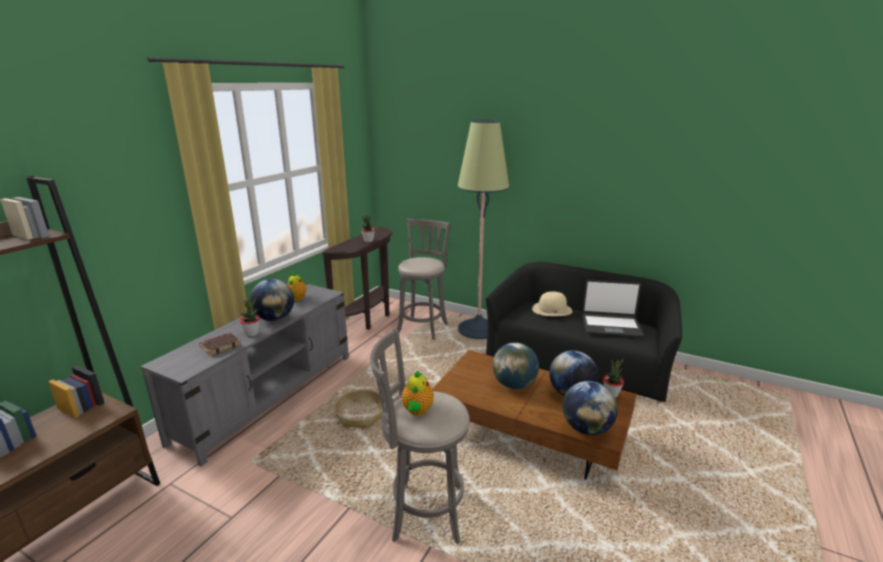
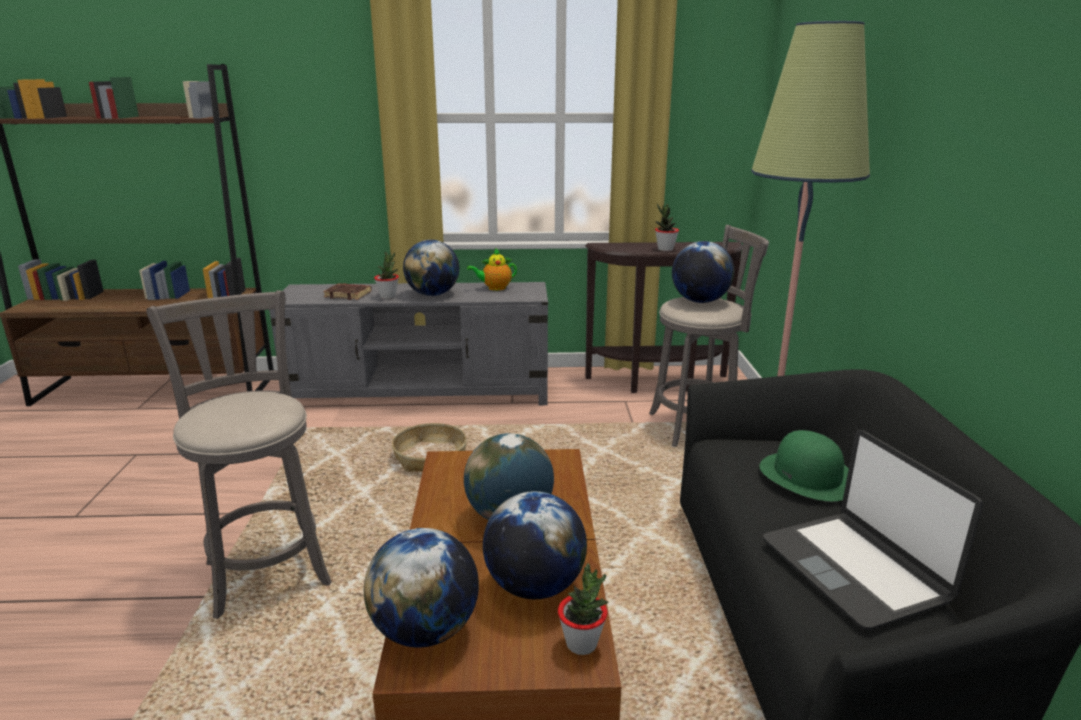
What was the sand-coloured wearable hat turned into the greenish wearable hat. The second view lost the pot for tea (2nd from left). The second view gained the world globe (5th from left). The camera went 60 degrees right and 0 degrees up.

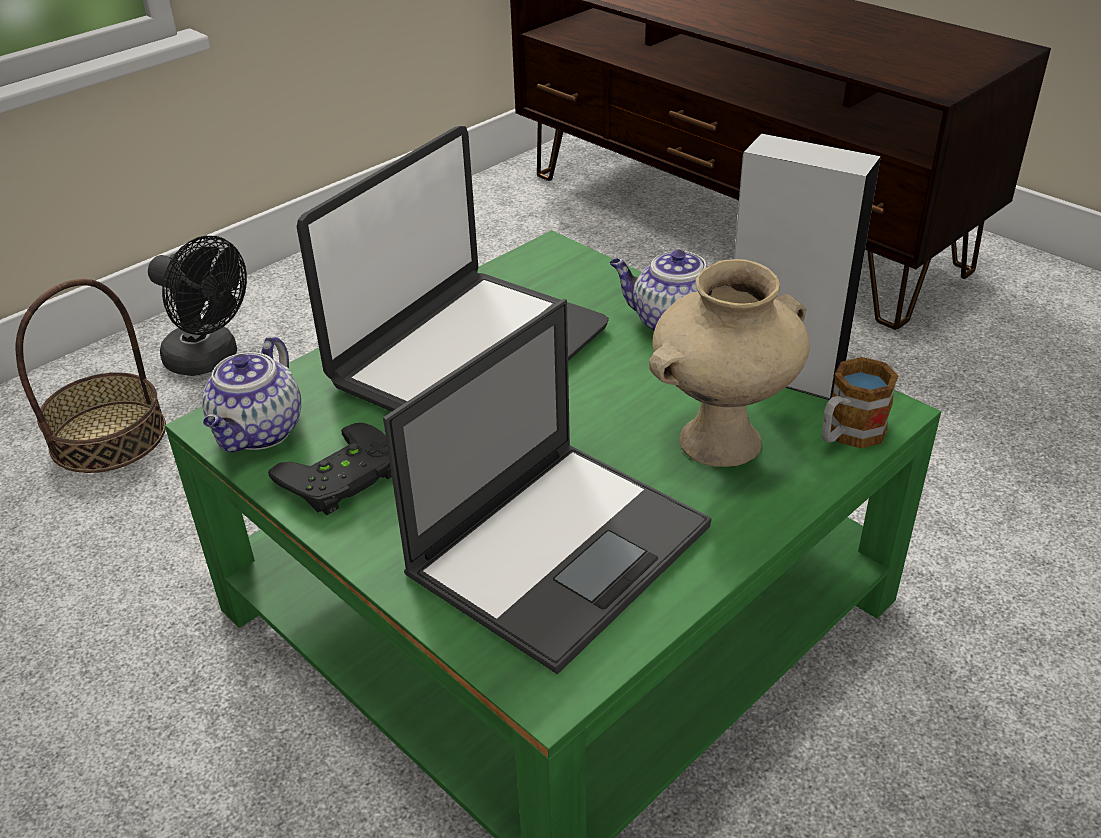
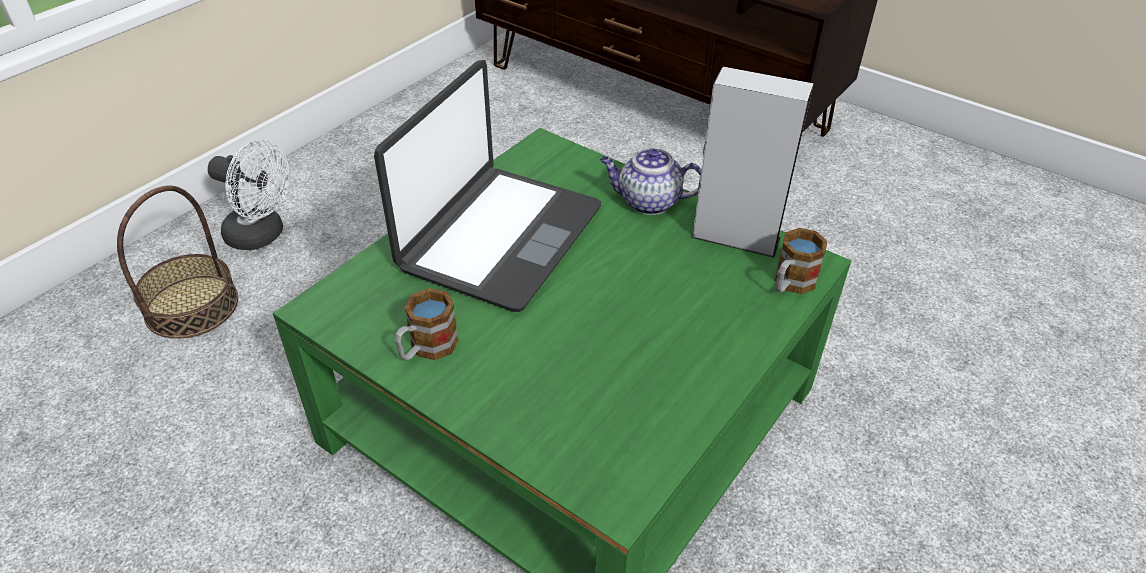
What was the black fan turned into the white fan. The second view lost the sand-coloured decorative vase. The second view lost the laptop (2nd from left). The second view lost the pot for tea (1st from left). Where the black joypad stood, the tea mug (1st from left) came to stand. The camera went 10 degrees left and 5 degrees up.

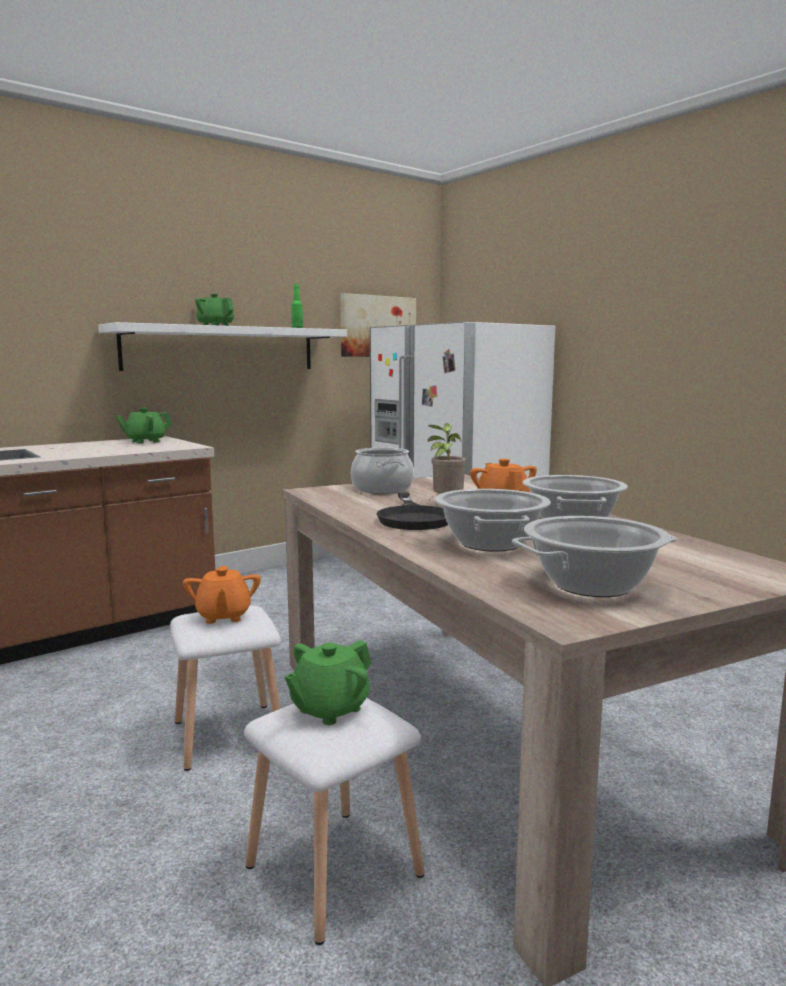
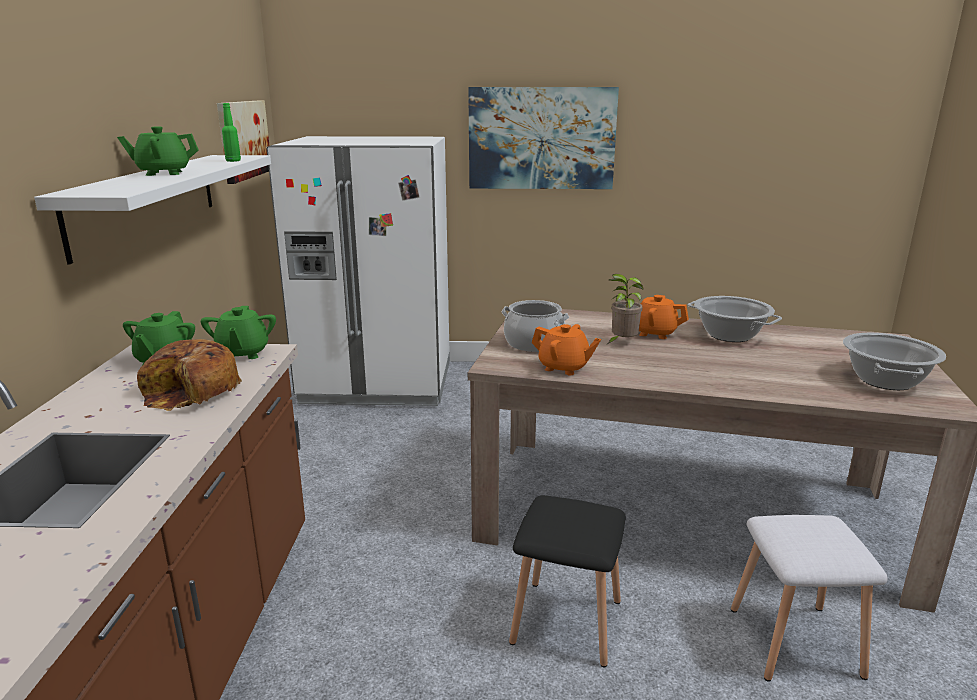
The second view lost the saucepot (2nd from left). The second view lost the black frying pan. The orangey pot for tea (1st from left) ended up elsewhere. What was the white stool seat (1st from left) turned into the black stool seat. The greenish pot for tea (3rd from left) ended up elsewhere. The second view gained the picture (2nd from left). The second view gained the bakery bread. The camera went 50 degrees left and 10 degrees up.

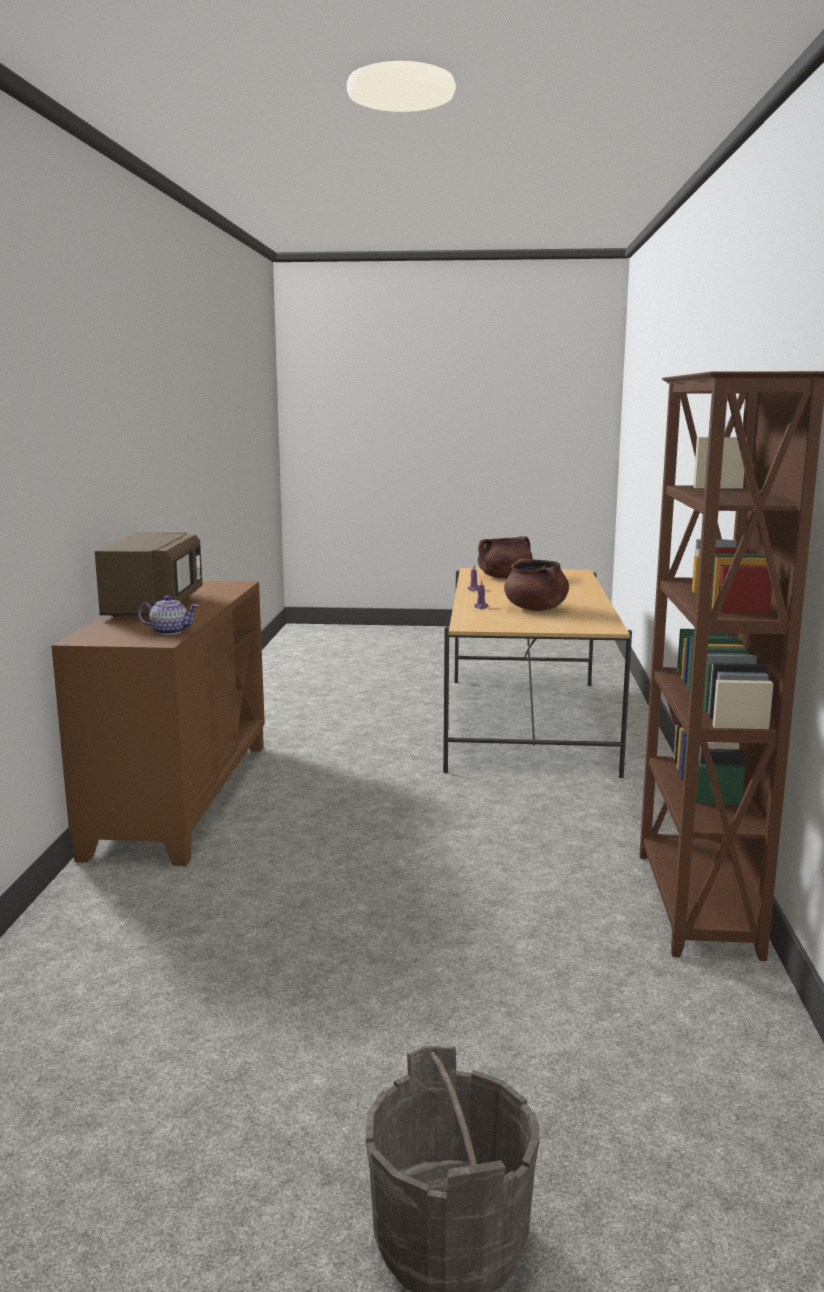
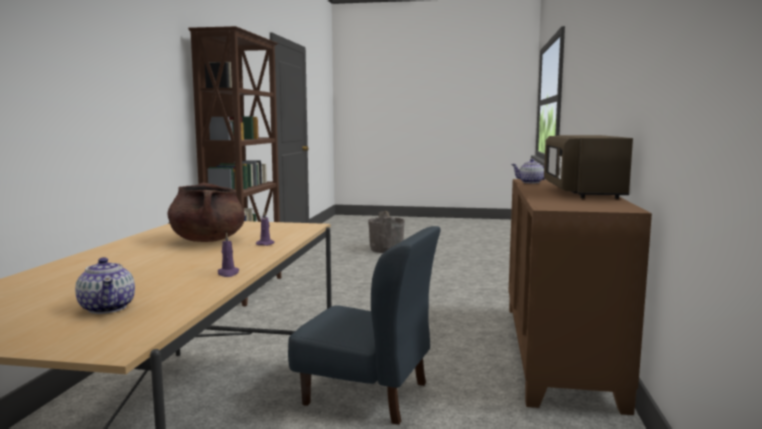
Where the brownish saucepot (1st from left) stood, the pot for tea (1st from left) came to stand. The second view gained the bluish upright chair. The camera went 175 degrees left and 5 degrees down.

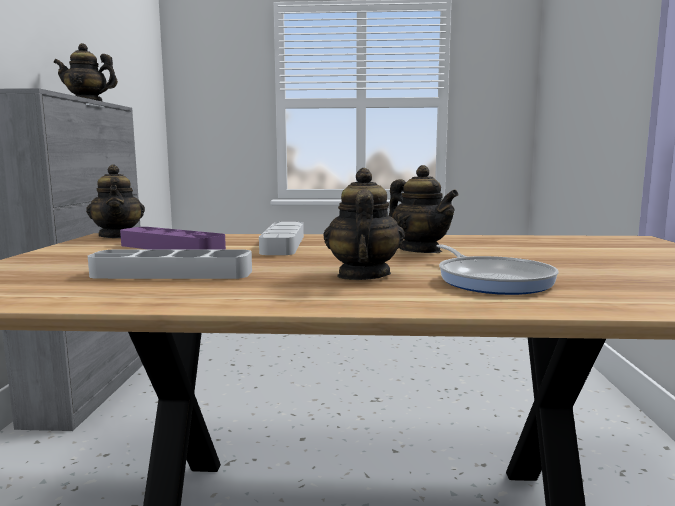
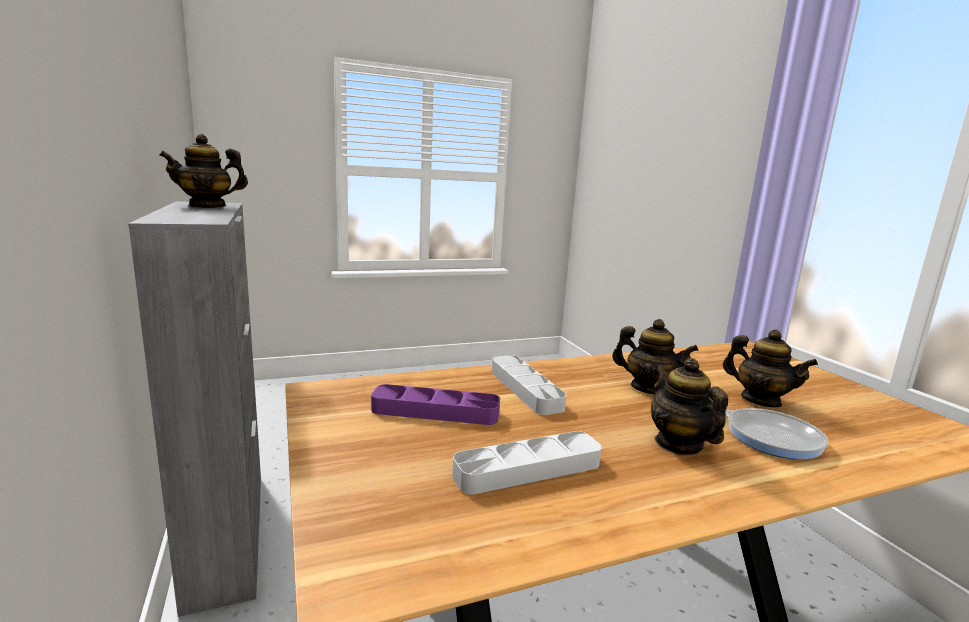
The pot for tea (2nd from left in the first image) ended up elsewhere. The camera went 25 degrees left and 5 degrees up.

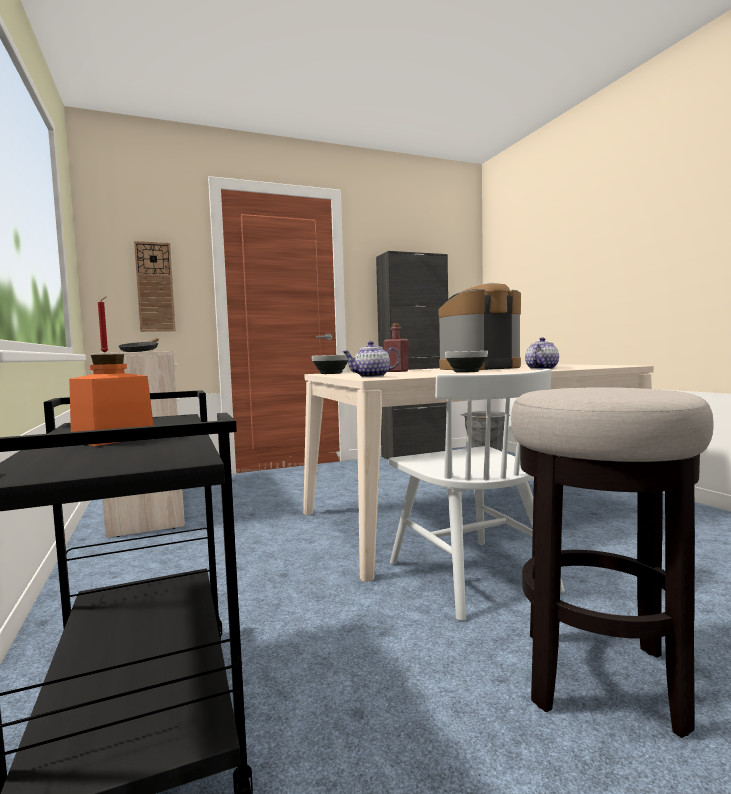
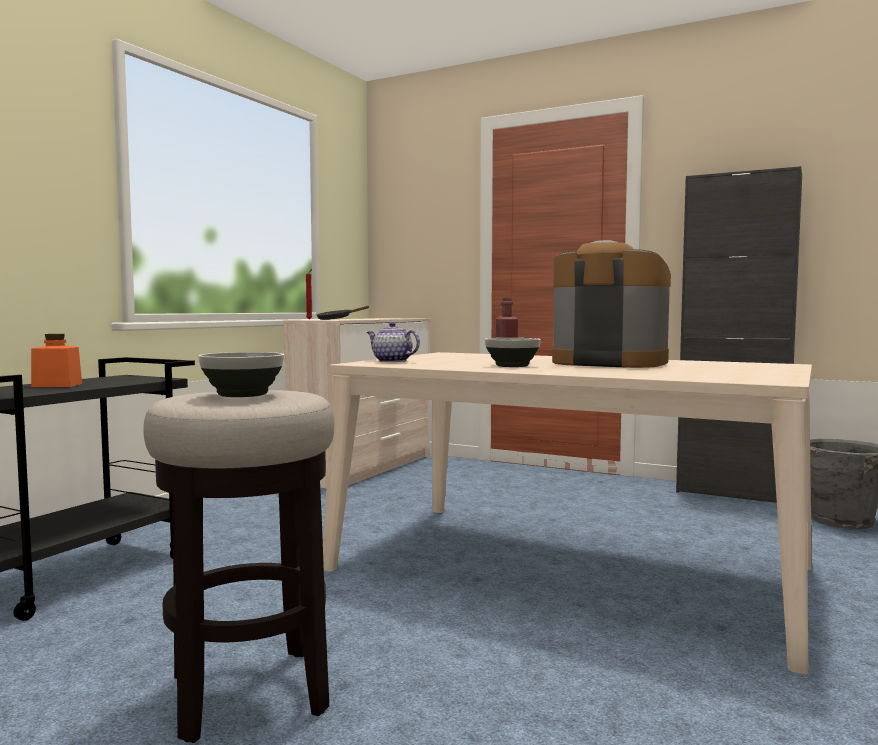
The second view lost the wall clock. The second view lost the pot for tea (2nd from left). The bowl (1st from left) ended up elsewhere. The second view lost the white upright chair. The camera went 50 degrees right and 0 degrees up.

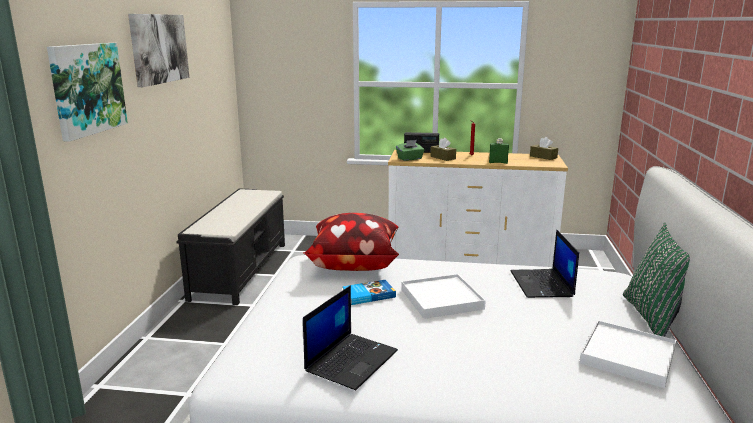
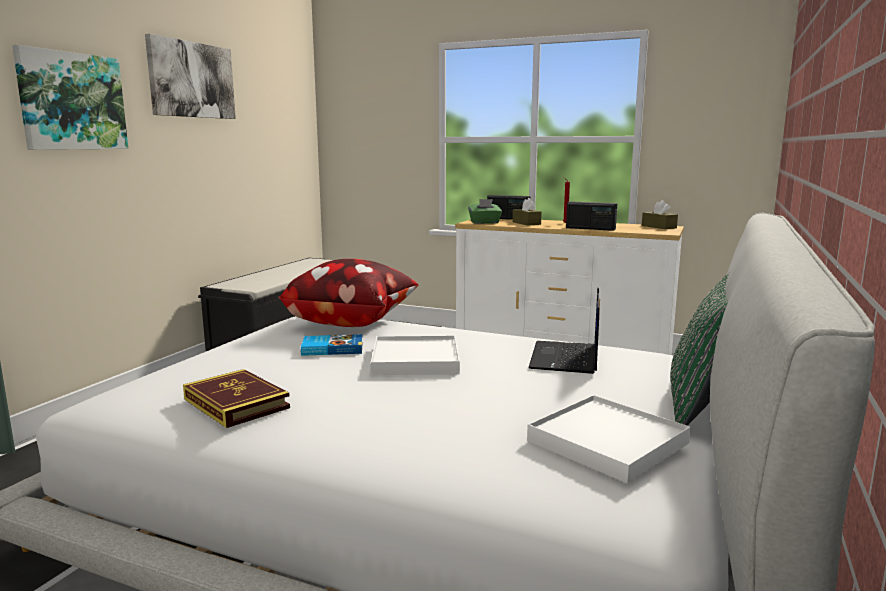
Where the greenish bottle stood, the radio receiver (2nd from left) came to stand. Where the laptop (1st from left) stood, the volume (1st from left) came to stand. The camera went 15 degrees right and 5 degrees down.

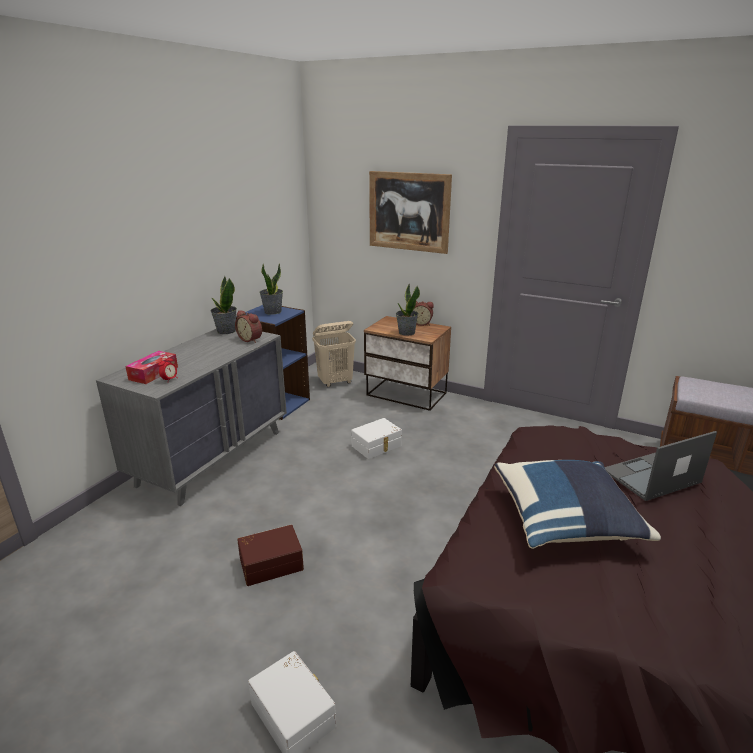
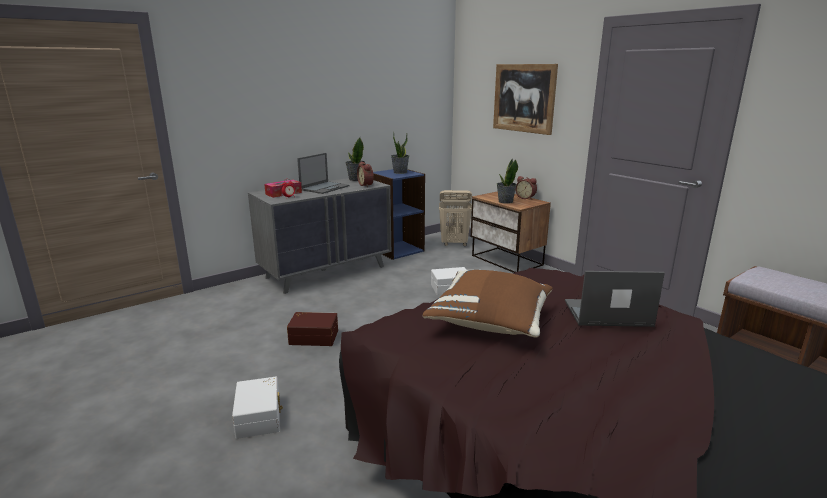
What was the bluish cushion turned into the brownish cushion. The second view gained the laptop (1st from left). The camera went 25 degrees right and 5 degrees down.

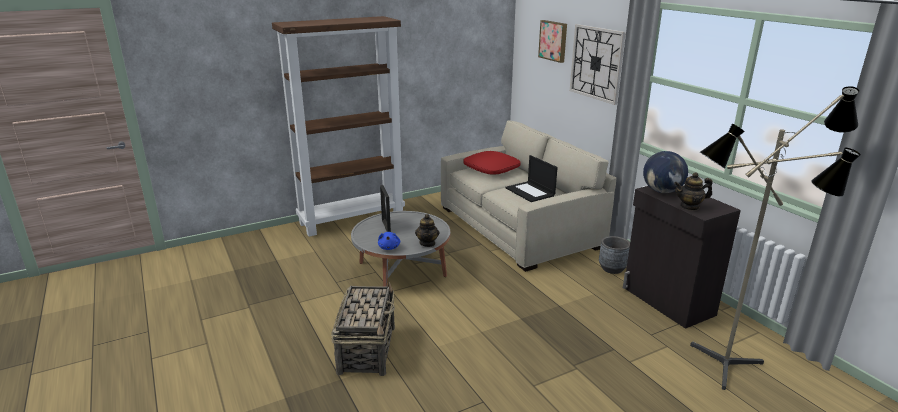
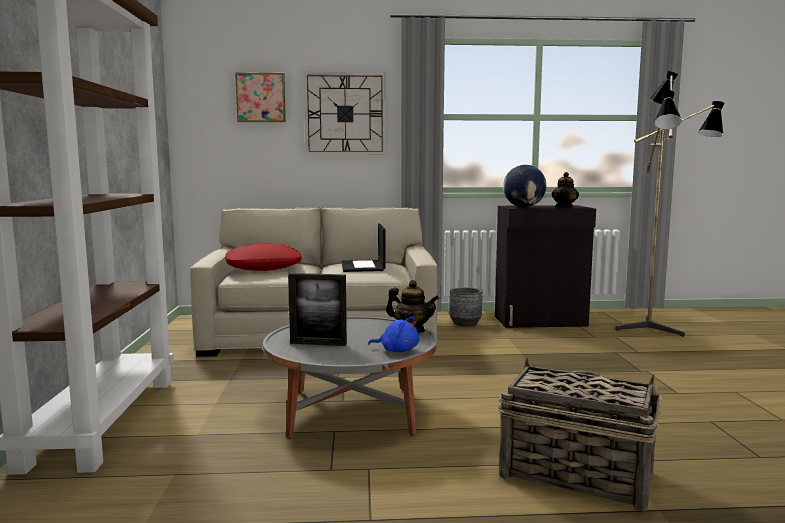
The laptop ended up facing another way, 90 degrees clockwise from before. The camera went 65 degrees left and 15 degrees down.

